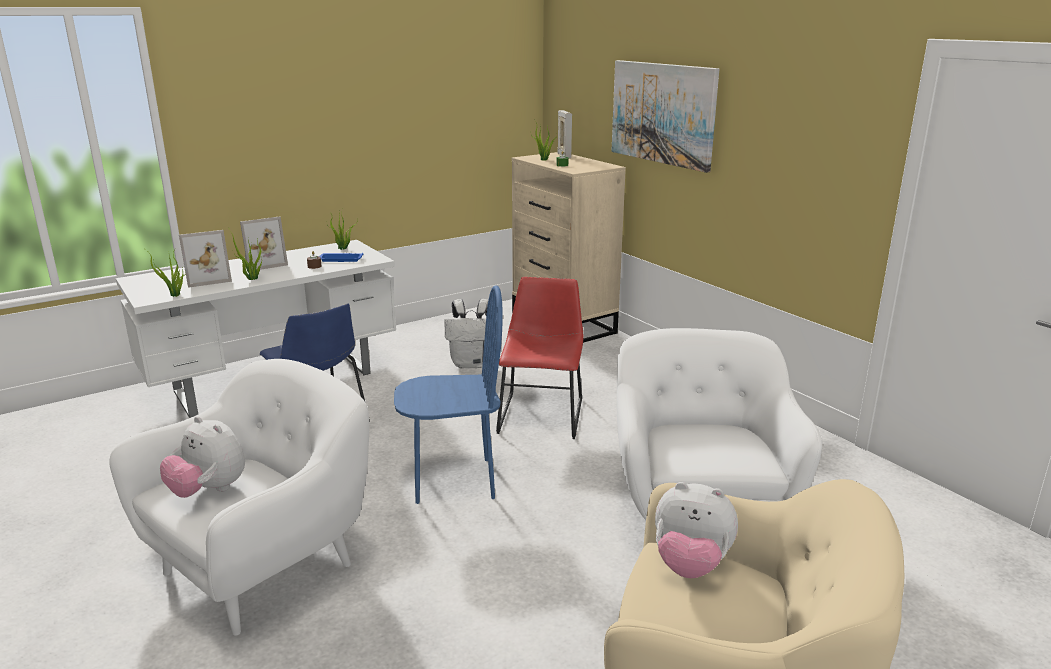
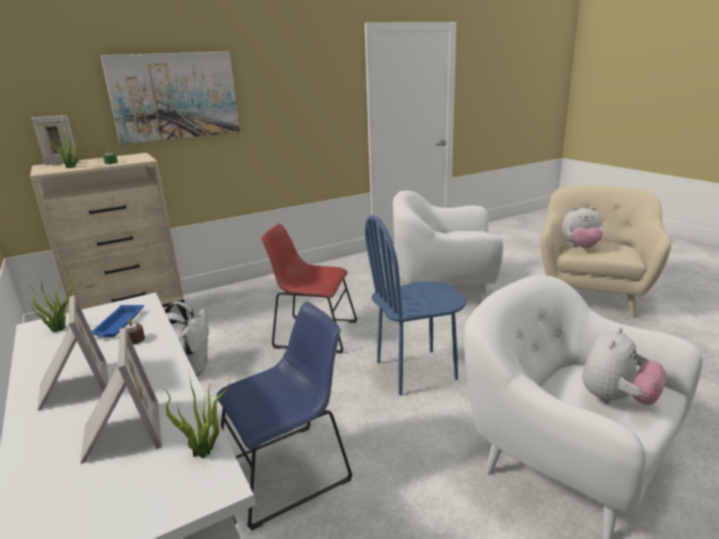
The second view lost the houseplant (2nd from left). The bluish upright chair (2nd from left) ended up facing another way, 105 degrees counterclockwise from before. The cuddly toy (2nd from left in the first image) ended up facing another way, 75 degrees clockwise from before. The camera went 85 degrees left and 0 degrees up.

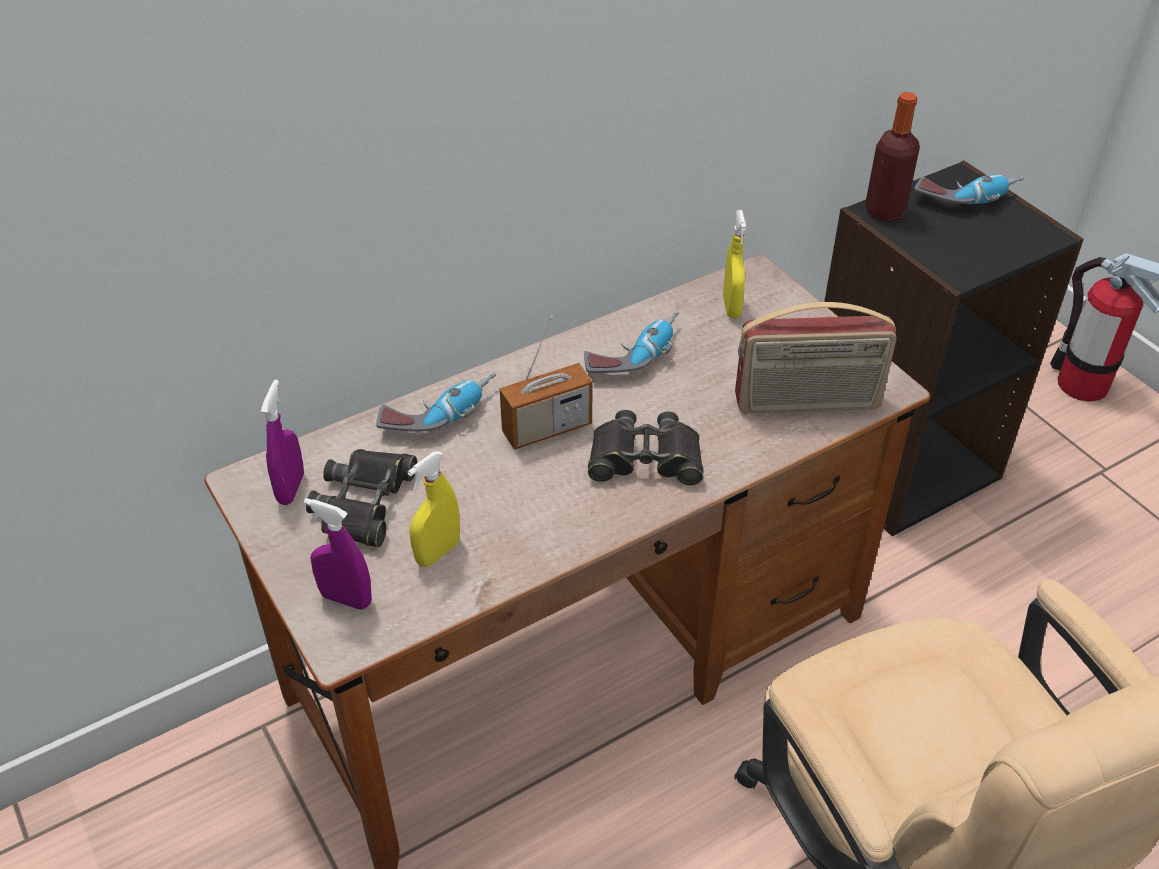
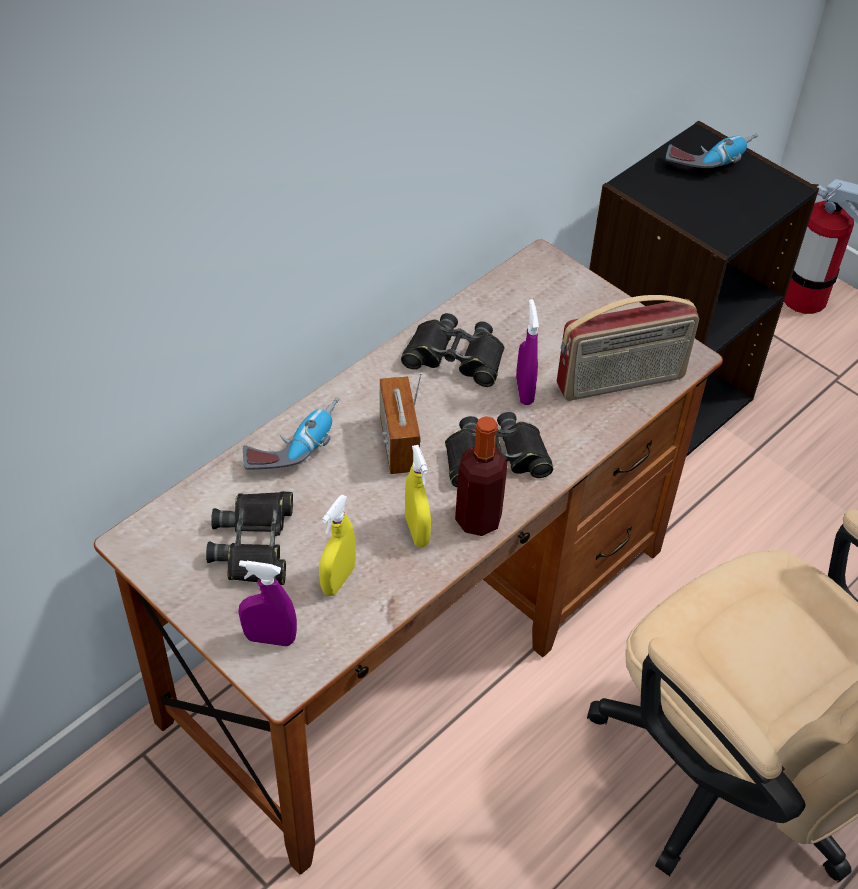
The bottle ended up elsewhere. The yellowish hand sprayer (2nd from left) ended up elsewhere. Where the drill (2nd from left) stood, the black binoculars (2nd from left) came to stand. The radio receiver (1st from left) ended up facing another way, 120 degrees clockwise from before. The purplish hand sprayer (1st from left in the first image) ended up elsewhere. The camera went 15 degrees left and 5 degrees up.

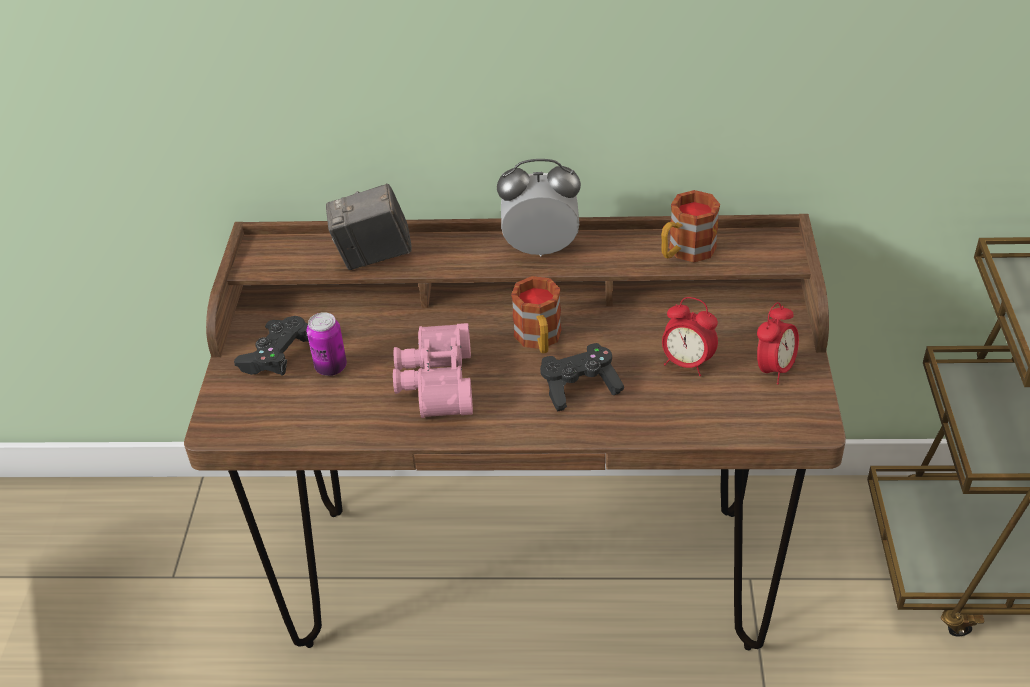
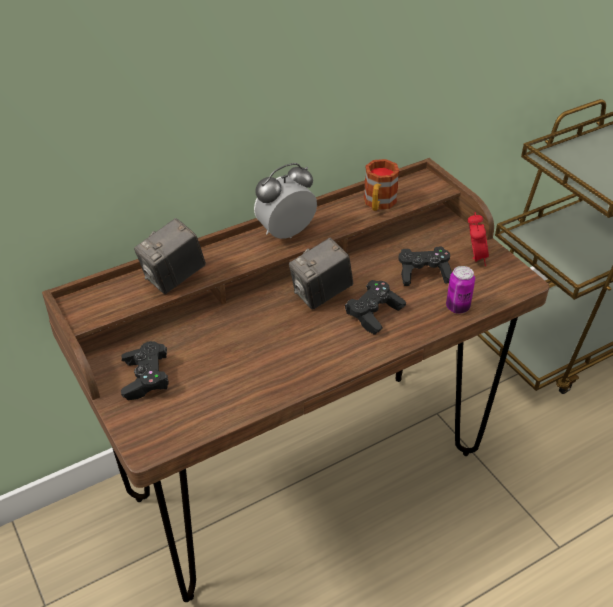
Where the tea mug (1st from left) stood, the photo camera (2nd from left) came to stand. Where the bedside clock (2nd from left) stood, the black joypad (3rd from left) came to stand. The metal can ended up elsewhere. The second view lost the pink binoculars. The camera went 35 degrees left and 0 degrees up.

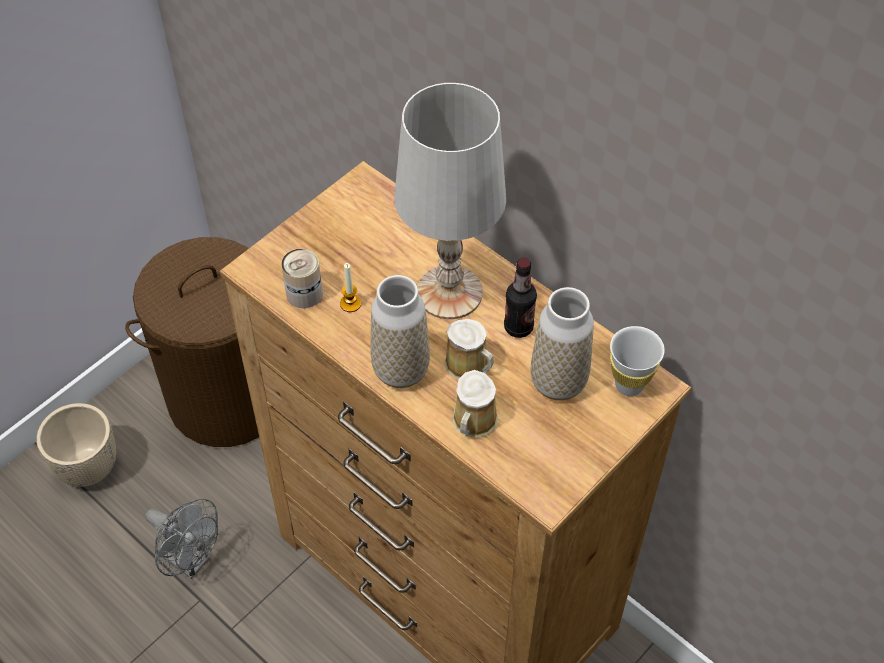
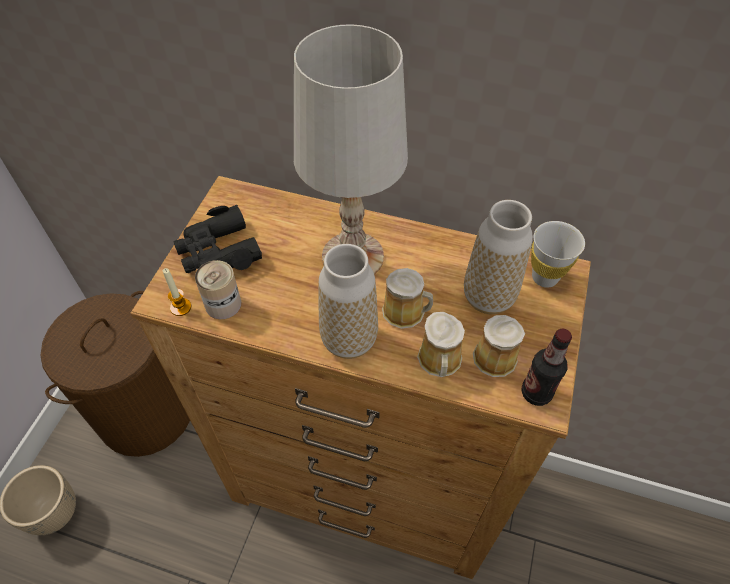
The bottle ended up elsewhere. The wax candle ended up elsewhere. The second view lost the gray fan. The second view gained the black binoculars. The second view gained the tea mug (3rd from left). The camera went 25 degrees left and 0 degrees up.

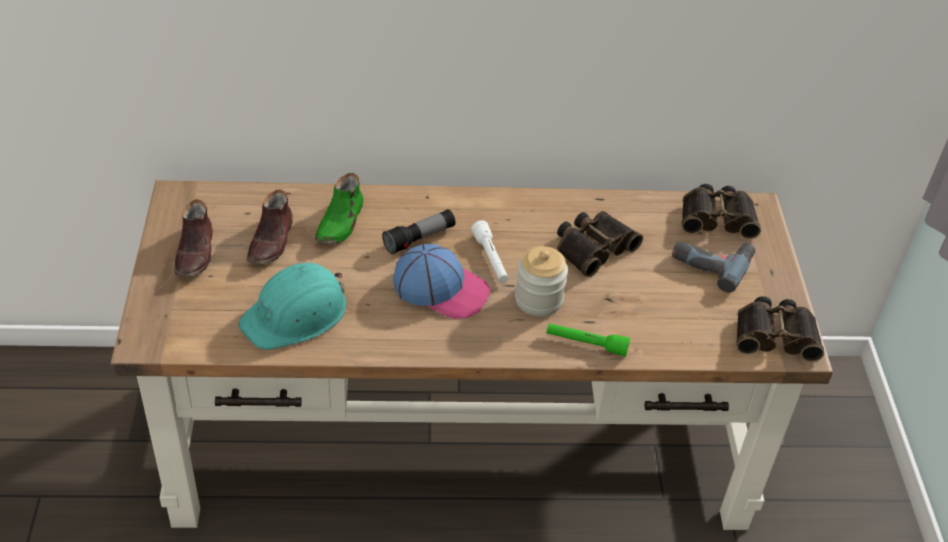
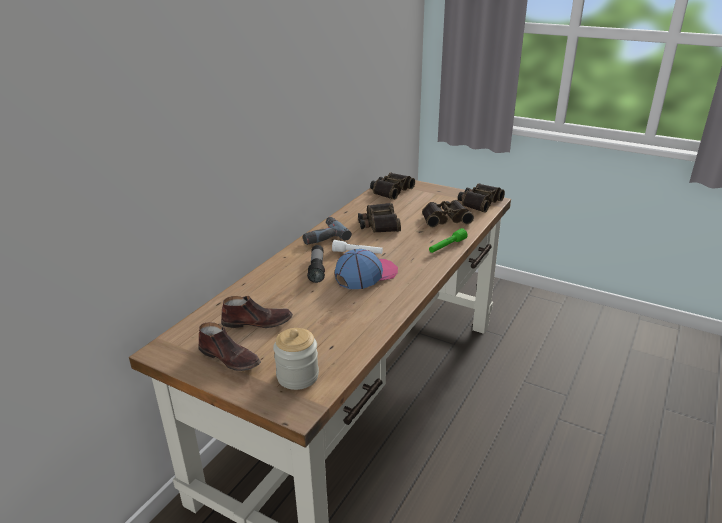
The second view lost the greenish low shoe. The brownish low shoe (2nd from left) ended up facing another way, 45 degrees counterclockwise from before. The drill ended up elsewhere. The jar ended up elsewhere. The second view lost the blue-green work helmet. The second view gained the binoculars (3rd from left). The camera went 55 degrees left and 15 degrees down.

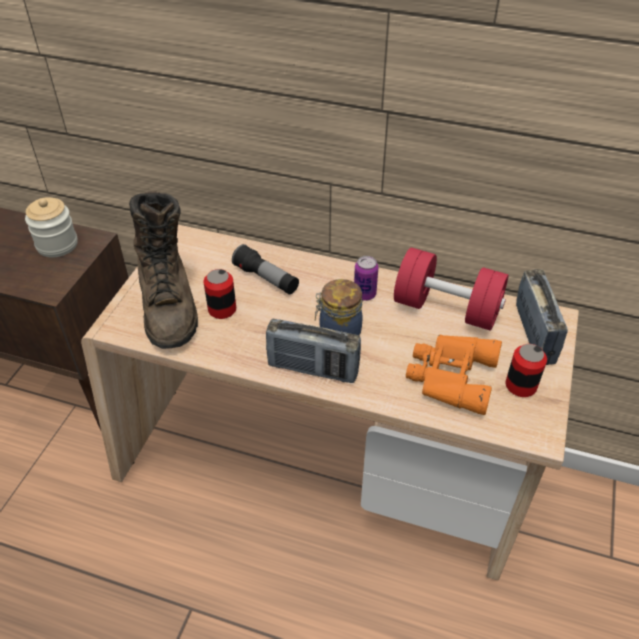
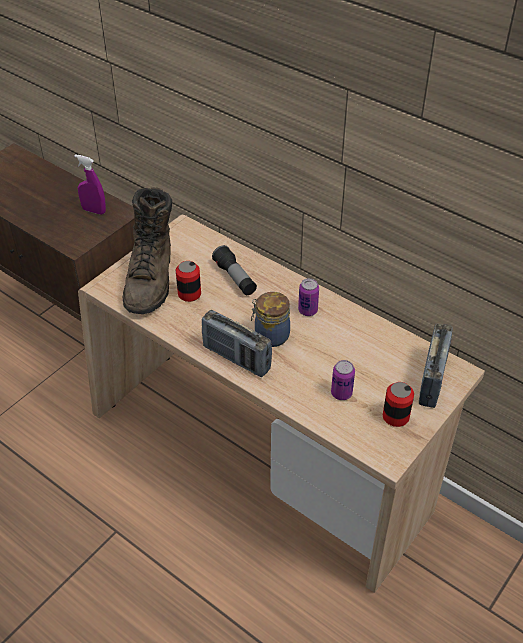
Where the jar (1st from left) stood, the purplish hand sprayer came to stand. The second view lost the reddish hand weight. Where the orangey binoculars stood, the metal can (3rd from left) came to stand. The camera went 20 degrees right and 0 degrees up.

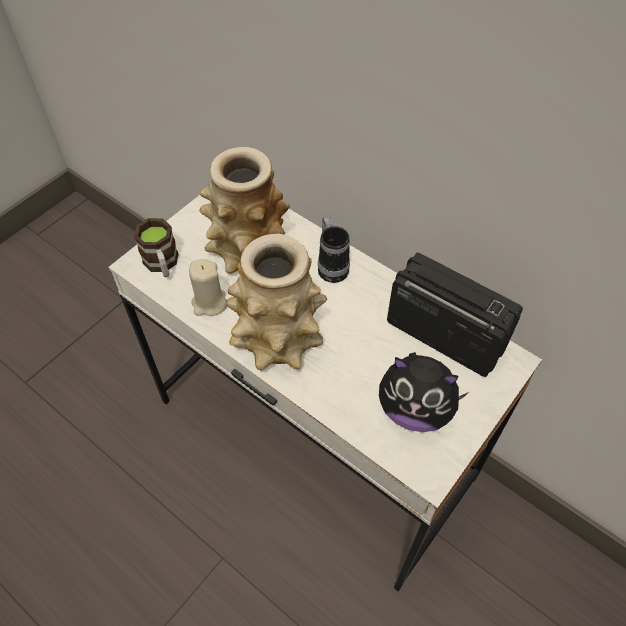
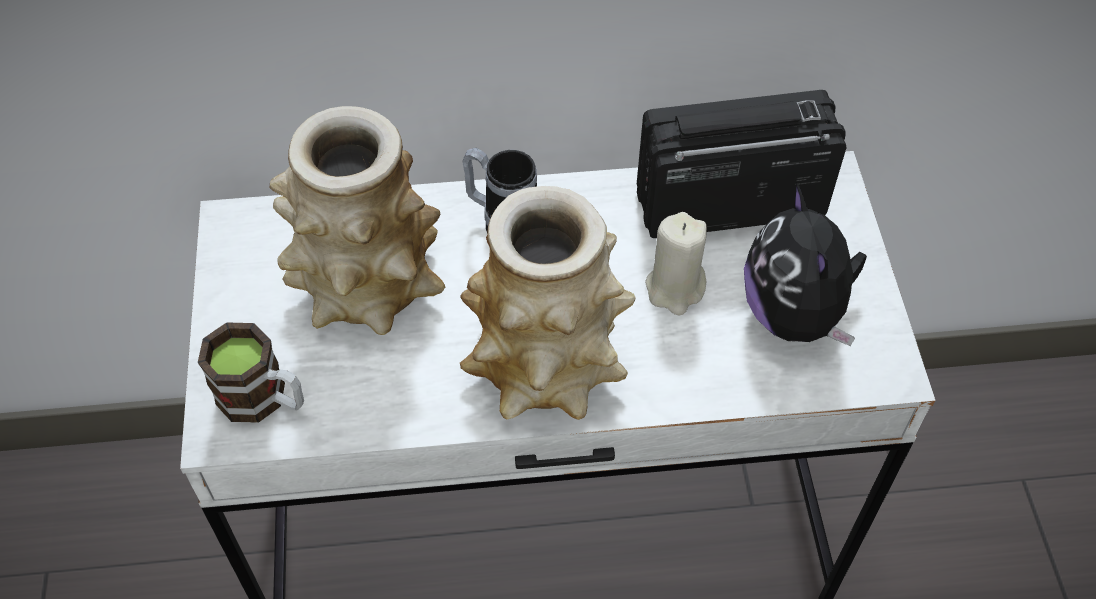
The sand-coloured wax candle ended up elsewhere. The cuddly toy ended up facing another way, 105 degrees clockwise from before. The camera went 45 degrees left and 0 degrees up.

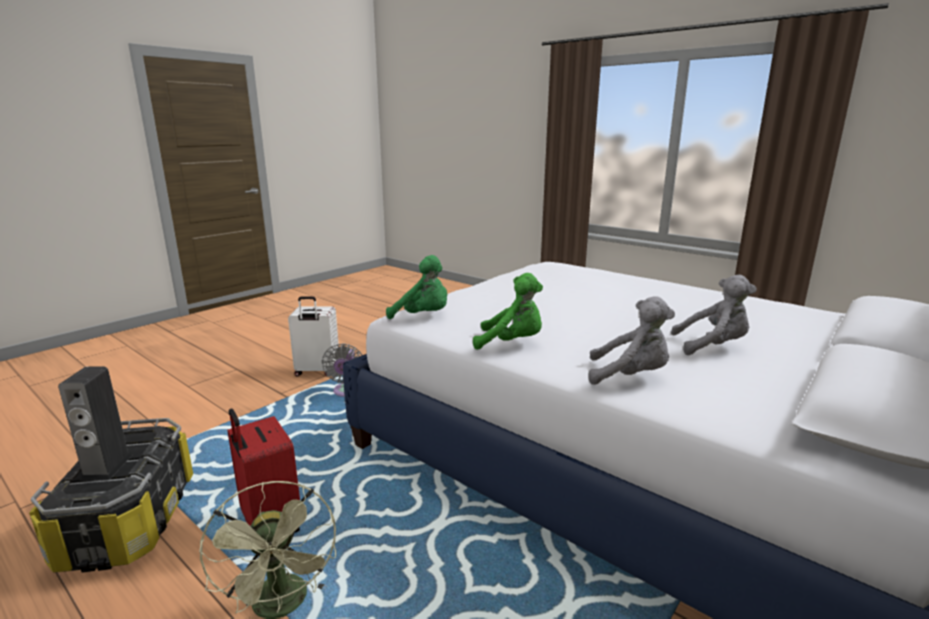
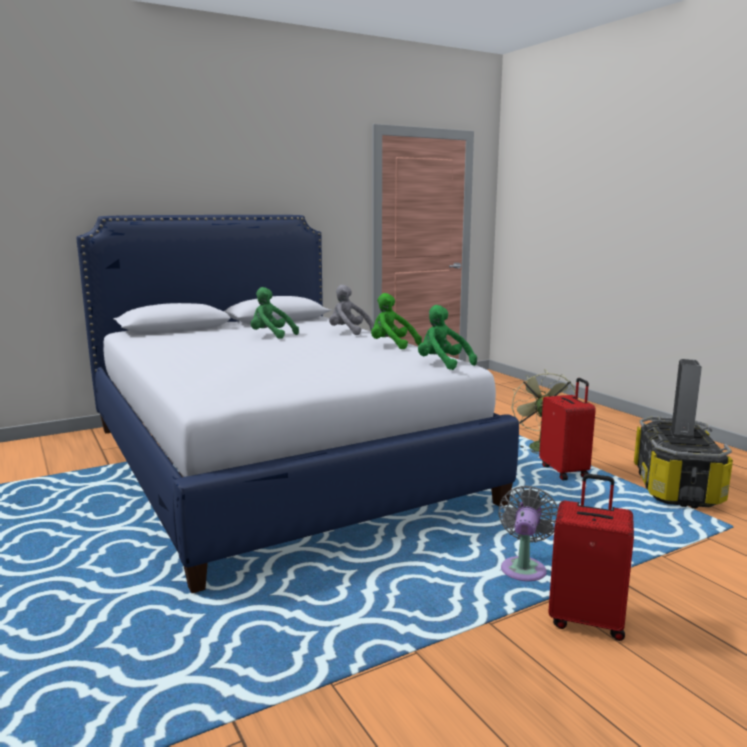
What was the gray cuddly toy (2nd from left) turned into the greenish cuddly toy (1st from left). What was the white piece of luggage turned into the reddish piece of luggage (2nd from left). The camera went 160 degrees left and 5 degrees down.

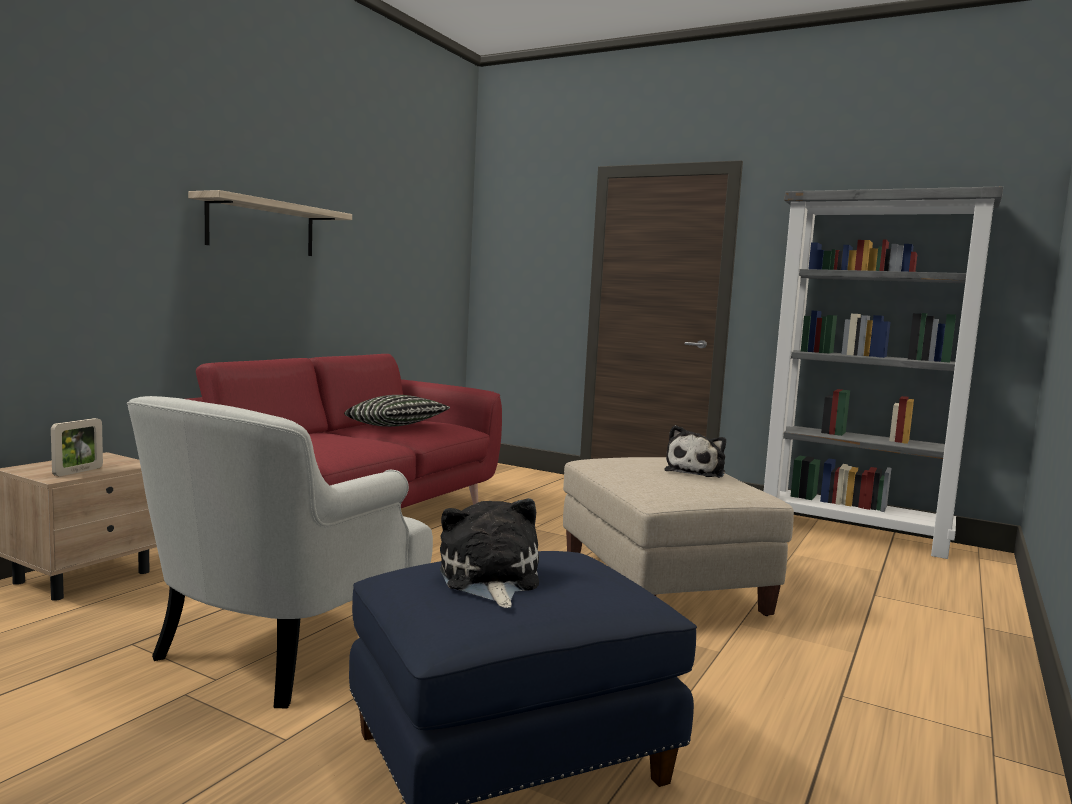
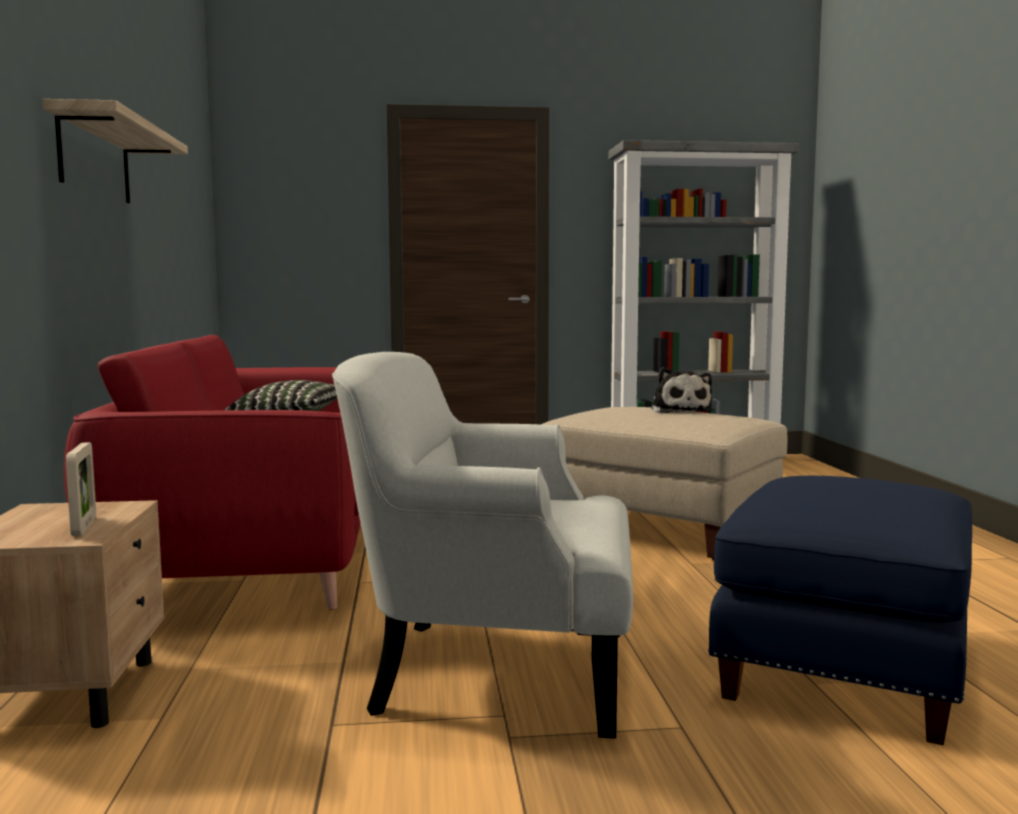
The white lounge chair ended up facing another way, 105 degrees clockwise from before. The second view lost the cuddly toy (1st from left). The camera went 35 degrees left and 0 degrees up.

